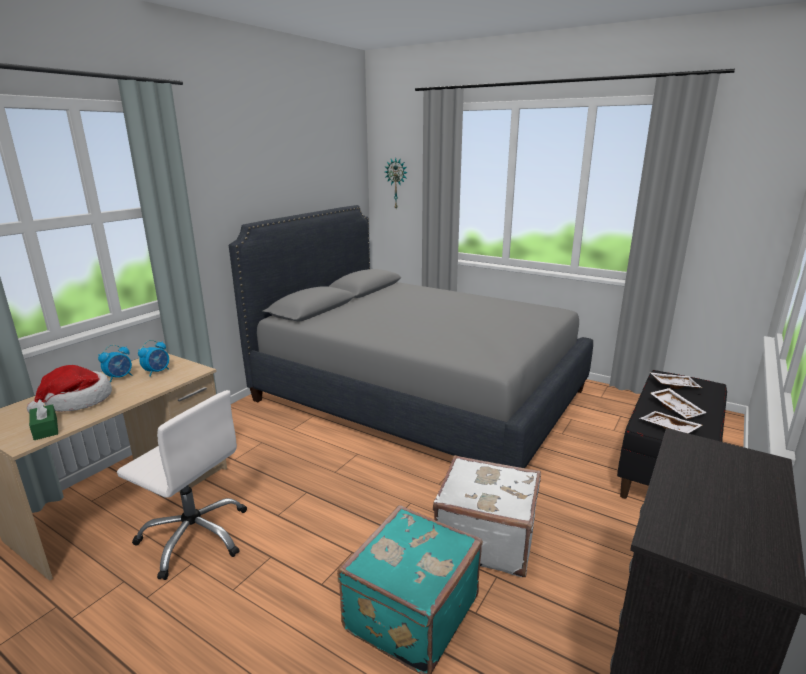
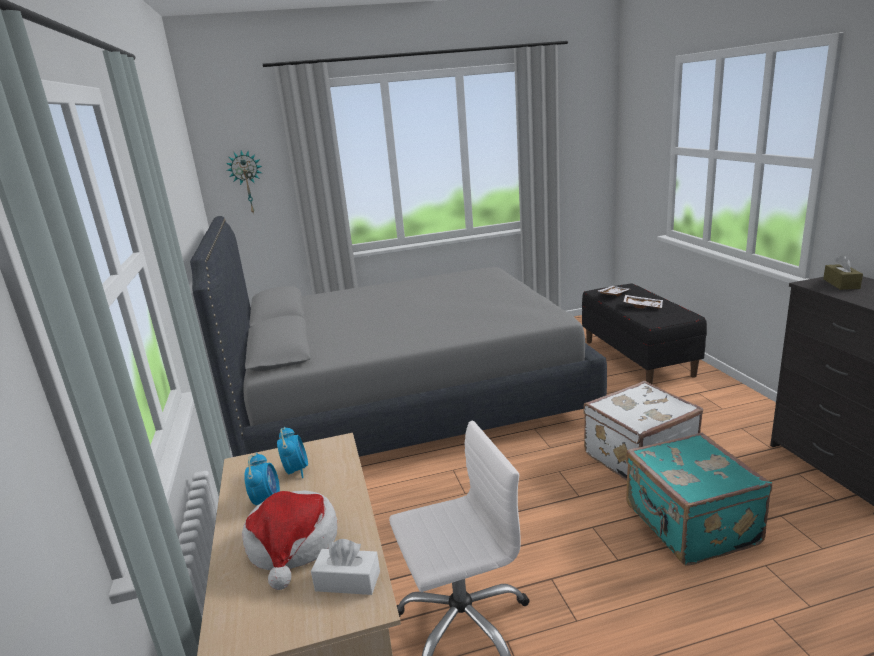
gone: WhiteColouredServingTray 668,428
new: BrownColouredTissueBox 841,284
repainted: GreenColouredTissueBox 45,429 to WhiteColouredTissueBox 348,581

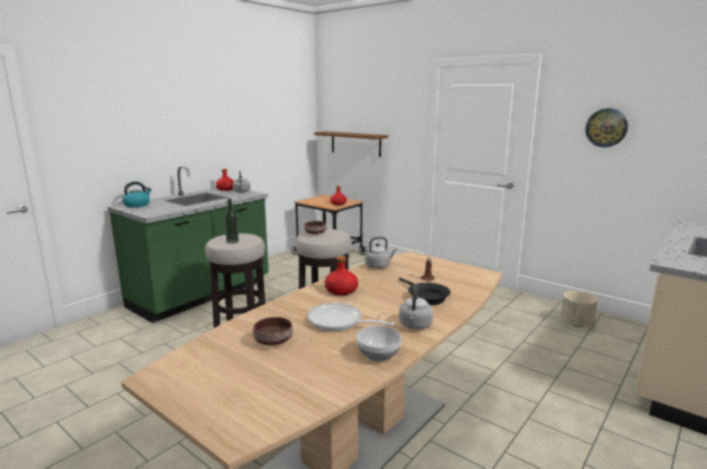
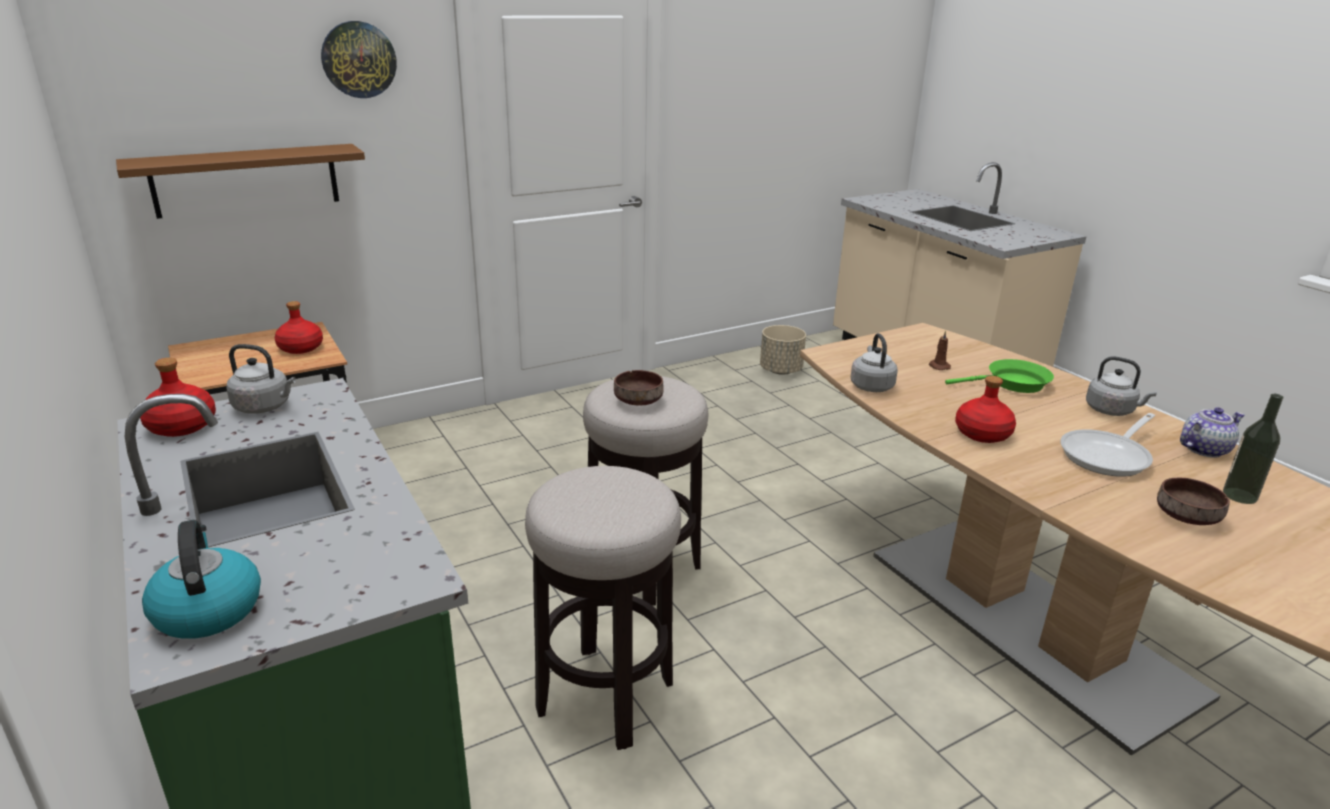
shifted: HangingClock 606,127 to 358,59; DrinkBottle 232,241 to 1239,496
swapped: DeepDish 378,354 to Teapot 1204,449
repainted: BlackFryingPan 425,297 to GreenColouredFryingPan 1012,384

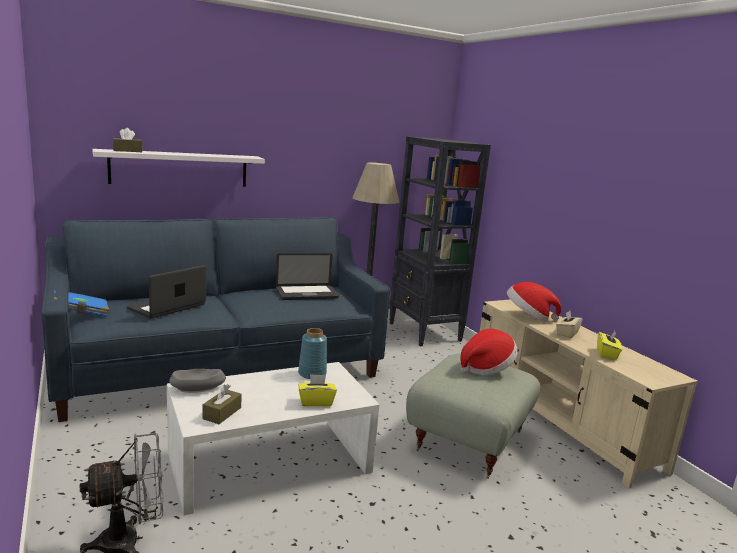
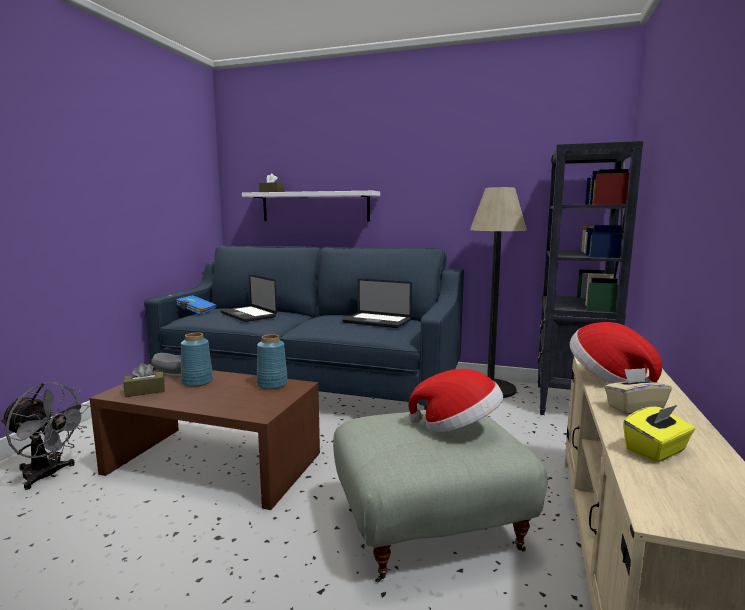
gone: YellowTissueBox 316,402
new: BlueColouredFlowerVase 198,382
repainted: WhiteColouredLoungeTable 269,461 to BrownColouredLoungeTable 214,463
rotated: PortableComputer 167,307 = 248,315 120 degrees counterclockwise

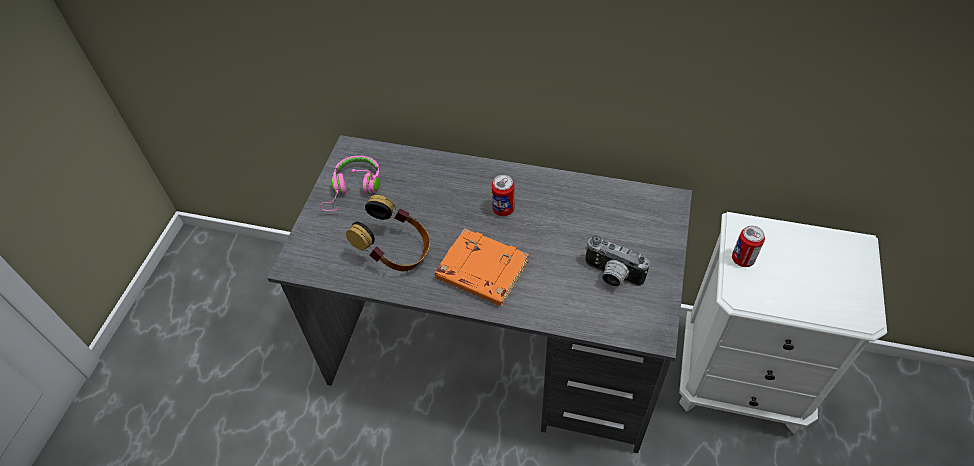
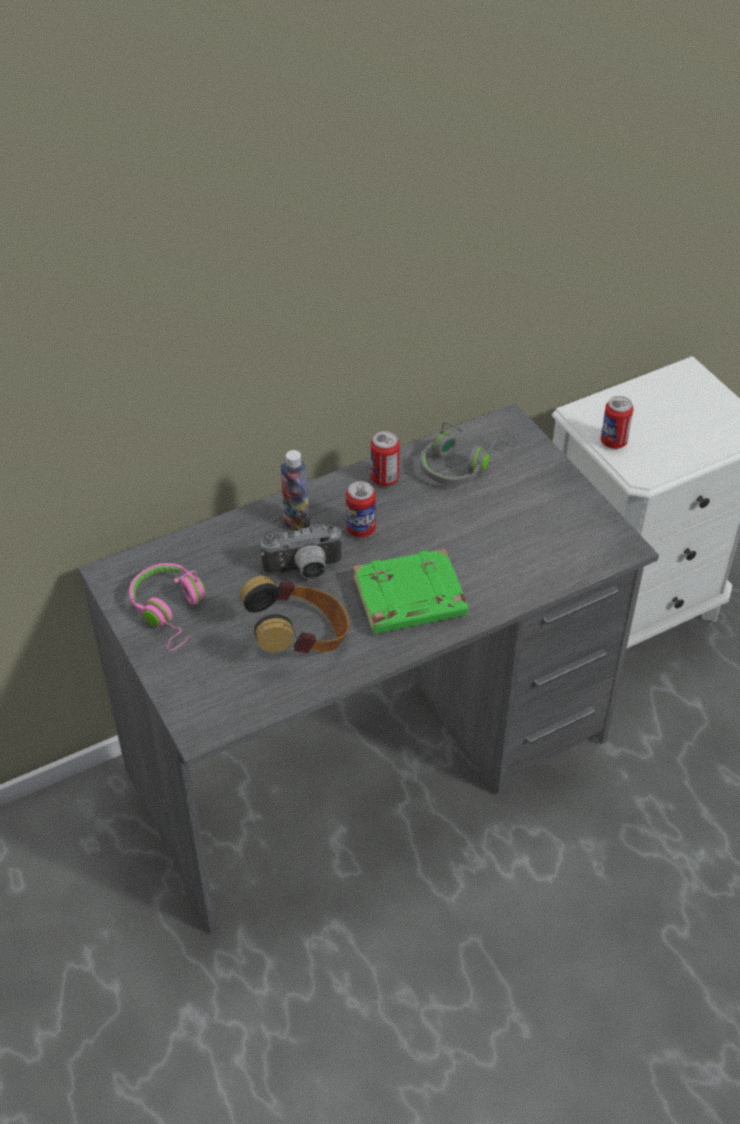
new: GreyishPairOfHeadphones 462,464; SealedCan 384,479; DrinkBottle 296,522
shifted: StillCamera 611,276 to 304,571
repainted: OrangeVolume 481,272 to GreenColouredVolume 409,600

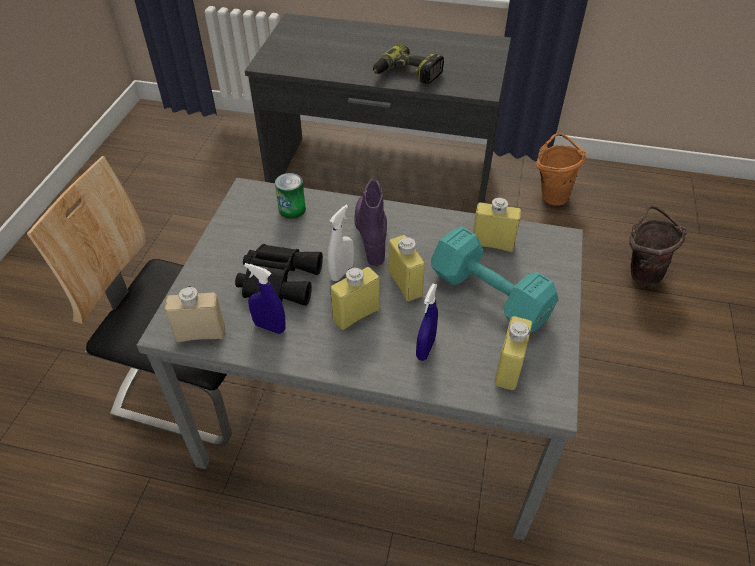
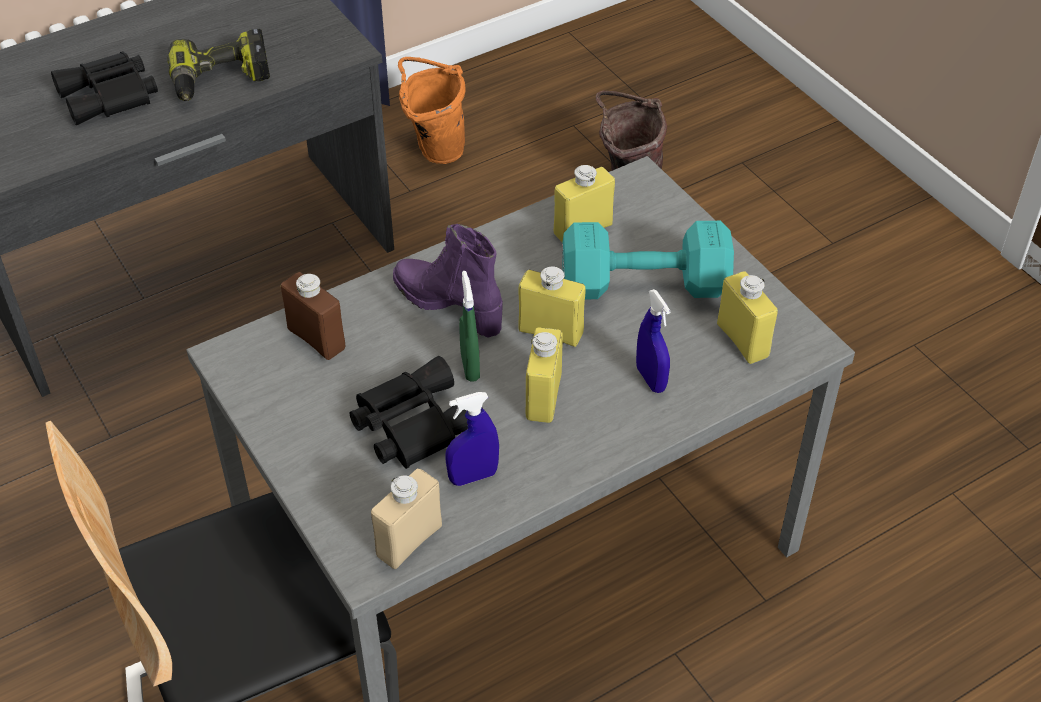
new: BlackBinoculars 110,97
swapped: SealedCan 292,209 to BrownColouredDrinkBottle 316,339
repainted: WhiteColouredSprayer 341,272 to GreenColouredSprayer 470,366

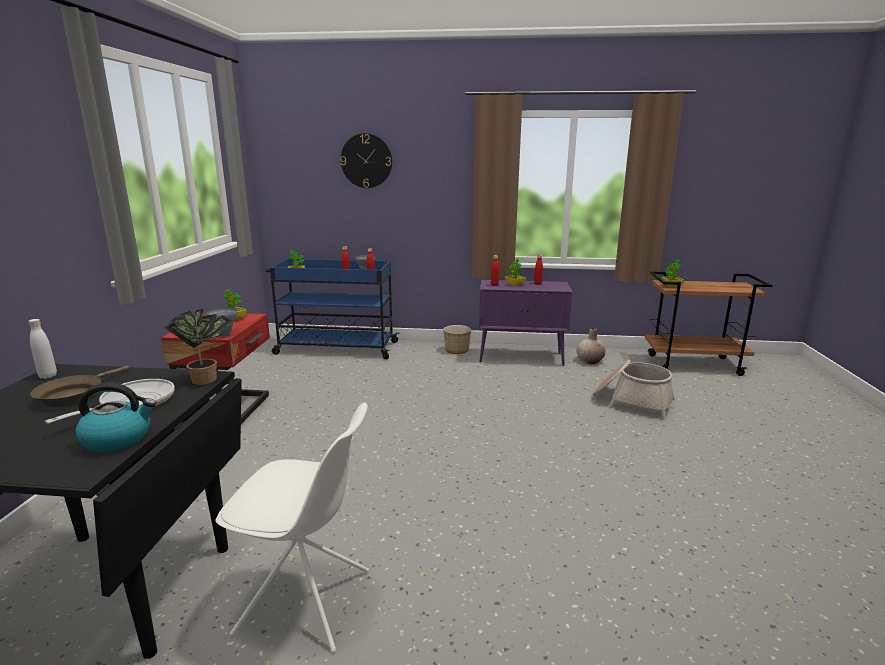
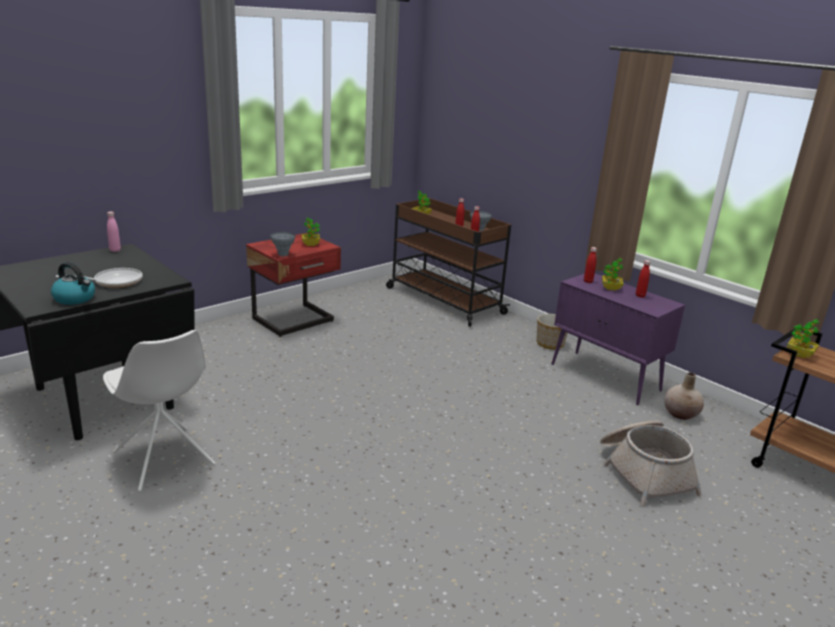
gone: HangingClock 366,161; Houseplant 207,378; BrownColouredFryingPan 74,395
repainted: BlueColouredTrolley 335,348 to BrownColouredTrolley 443,300; WhiteColouredDrinkBottle 48,376 to PinkDrinkBottle 115,250

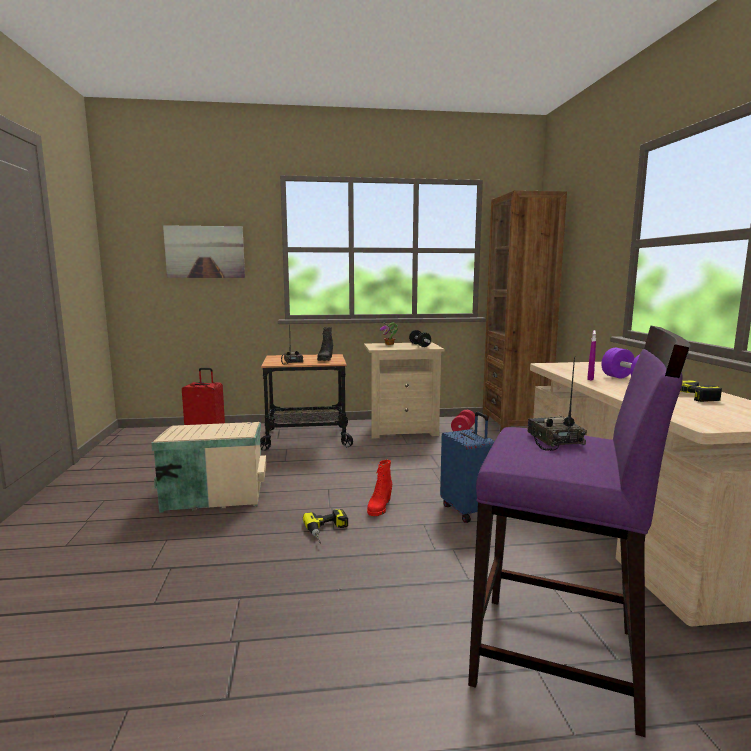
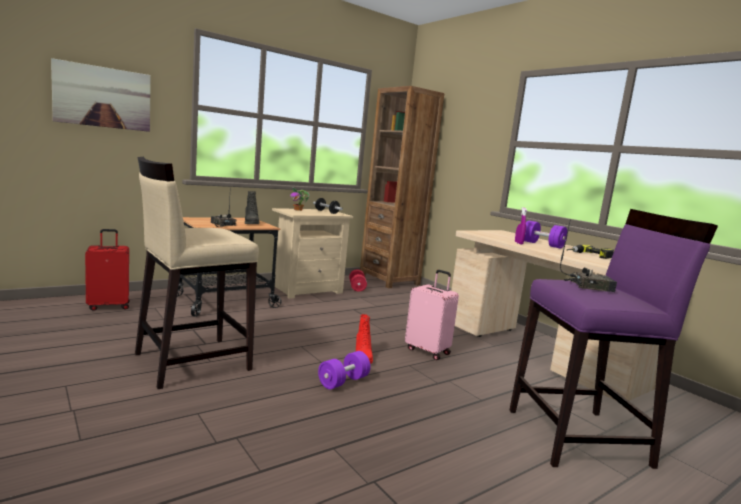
swapped: SandColouredStorageBox 213,492 to SandColouredSittingStool 191,361; PowerDrill 328,531 to PurpleColouredHandWeight 343,381
repainted: BlueColouredPieceOfLuggage 467,511 to PinkPieceOfLuggage 428,351
rotated: RadioSet 552,440 = 589,286 135 degrees clockwise

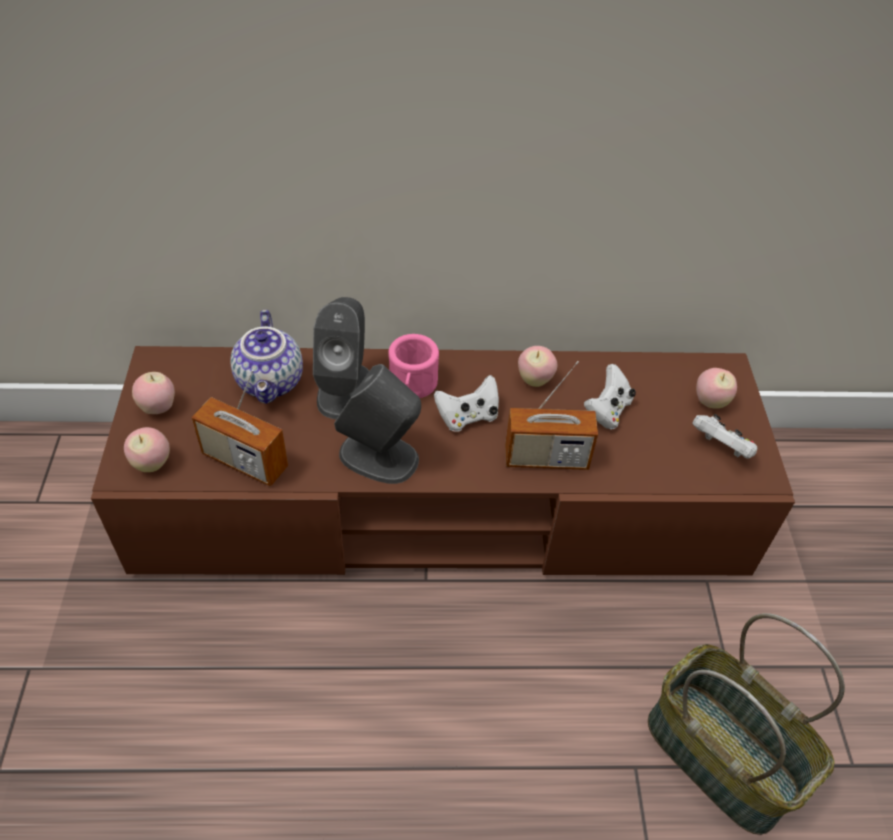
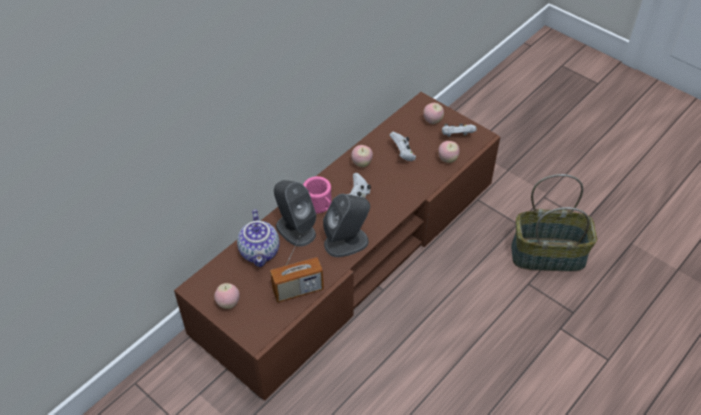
gone: RadioSet 546,458
shifted: WholeApple 152,463 to 447,159
rotated: Teapot 272,382 = 260,252 45 degrees clockwise

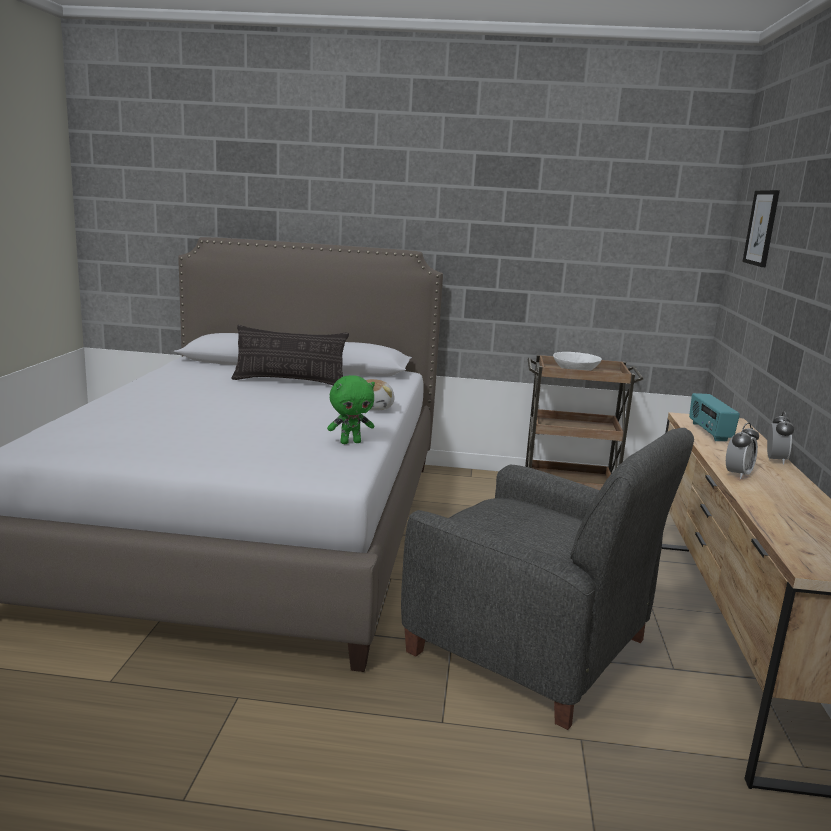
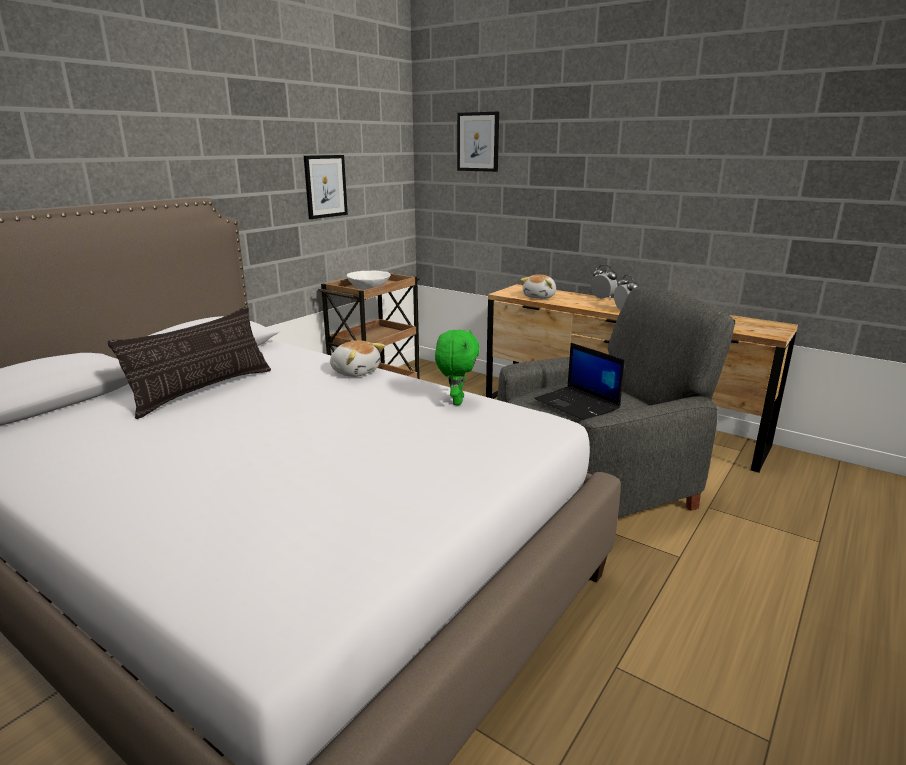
new: Picture 325,186; PortableComputer 578,404
swapped: RadioSet 709,432 to CuddlyToy 540,297

